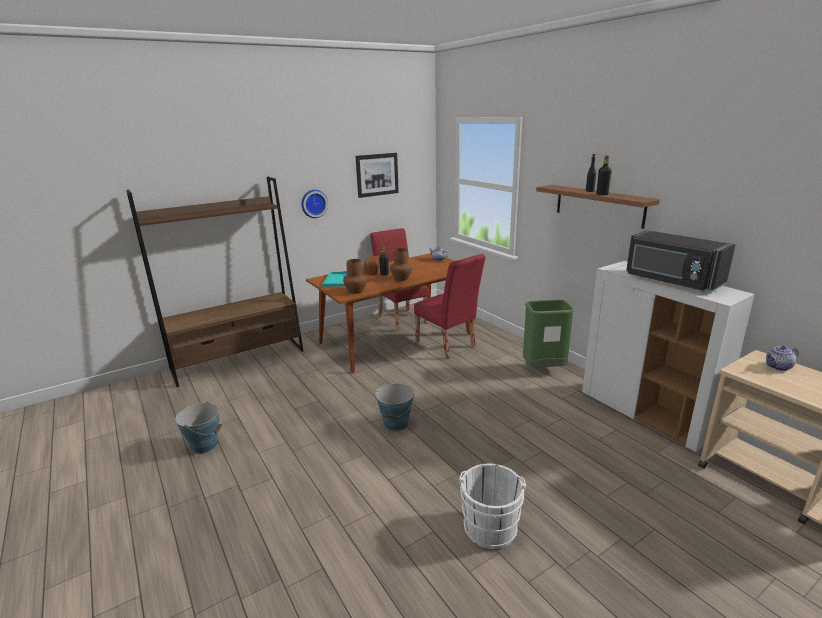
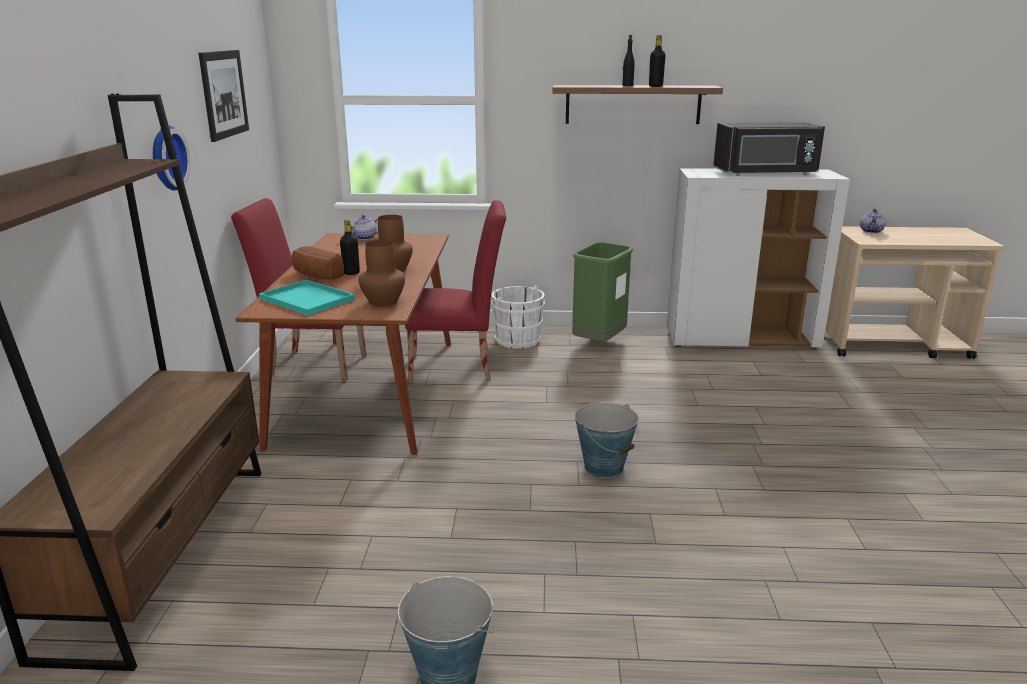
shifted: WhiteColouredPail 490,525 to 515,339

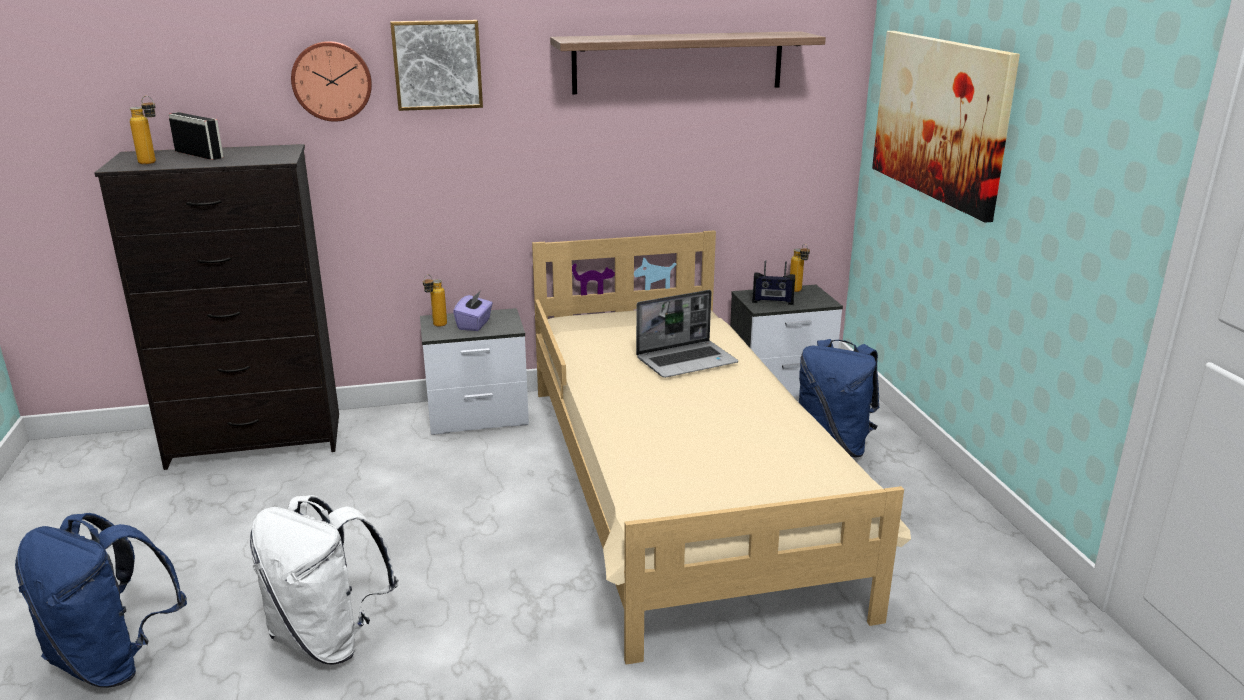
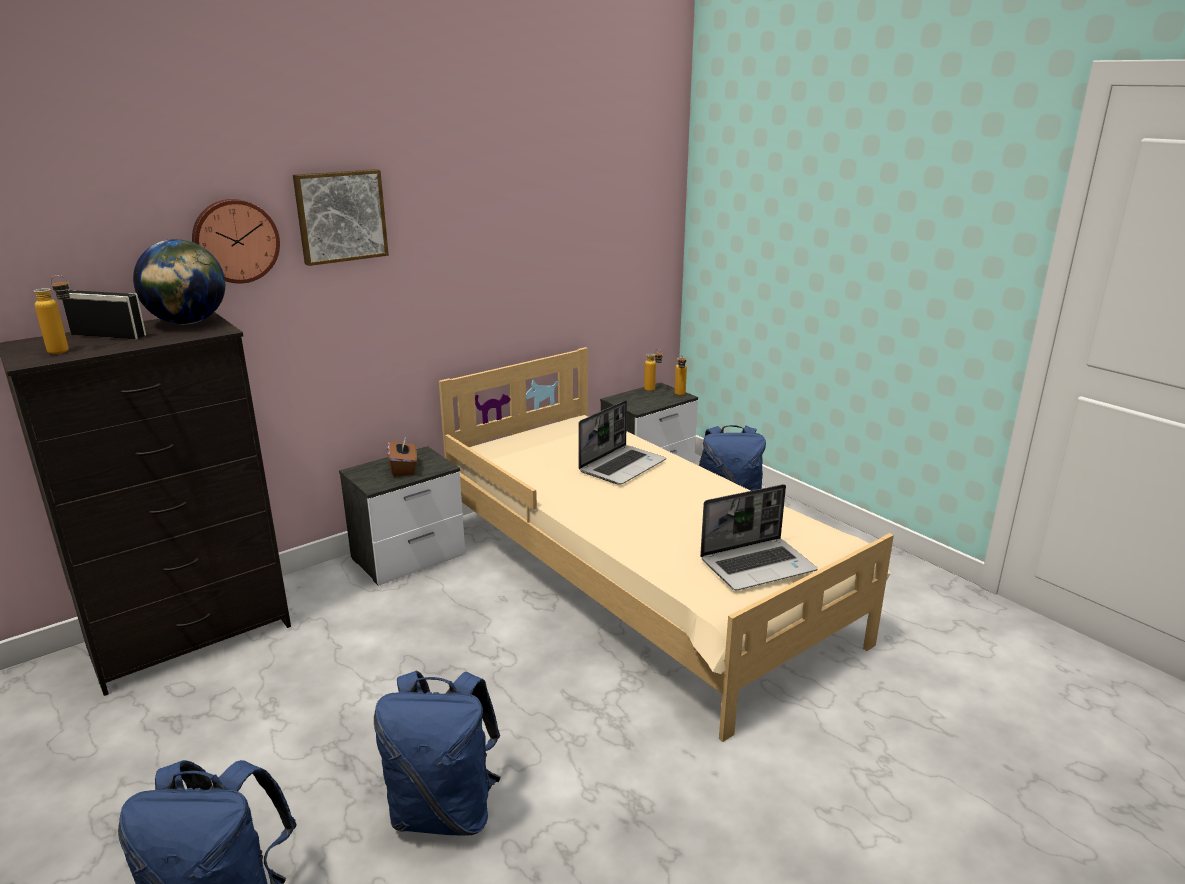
gone: Shelf 678,62; Picture 940,119; RadioSet 772,301
new: Globe 188,323; PortableComputer 758,565
shifted: DrinkBottle 436,326 to 680,395
repainted: PurpleColouredTissueBox 474,324 to BrownColouredTissueBox 403,469; WhiteColouredRucksack 329,639 to BlueColouredRucksack 445,811

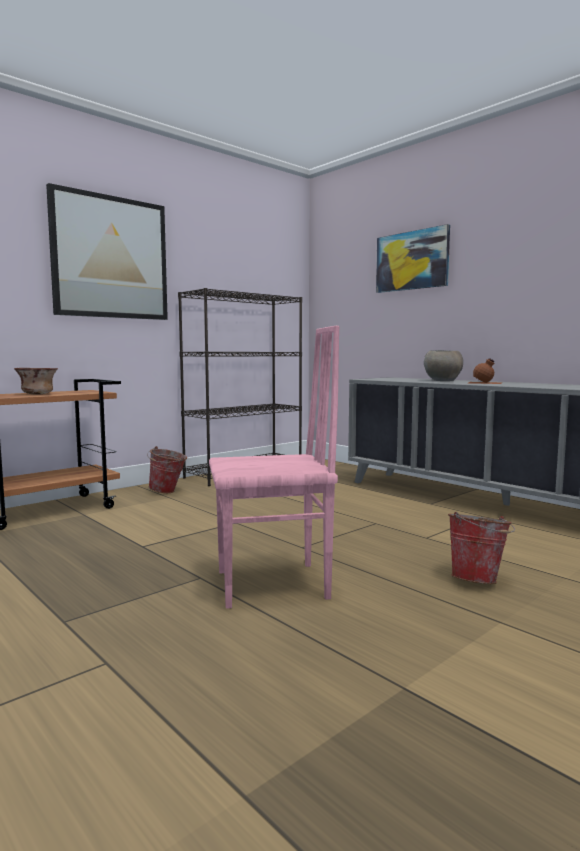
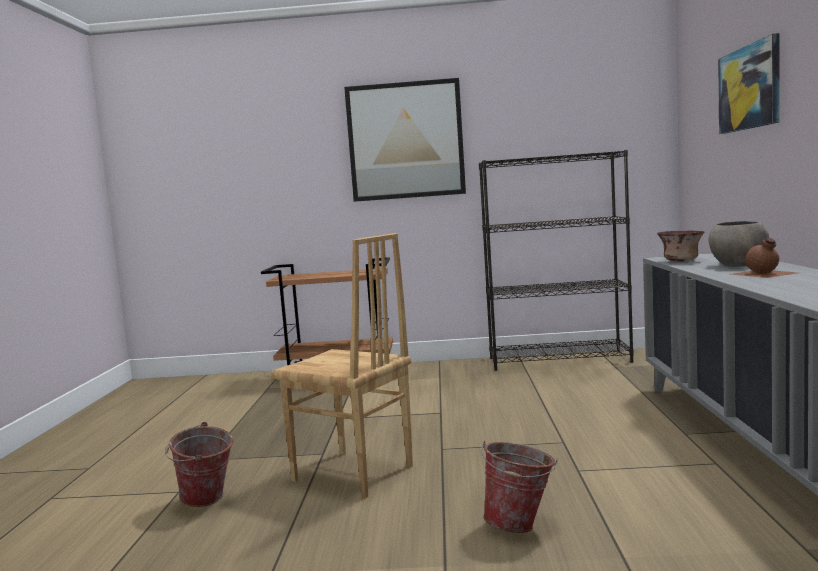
shifted: DeepDish 37,394 to 680,261; Pail 168,492 to 205,502
repainted: PinkChair 273,585 to BrownColouredChair 352,474

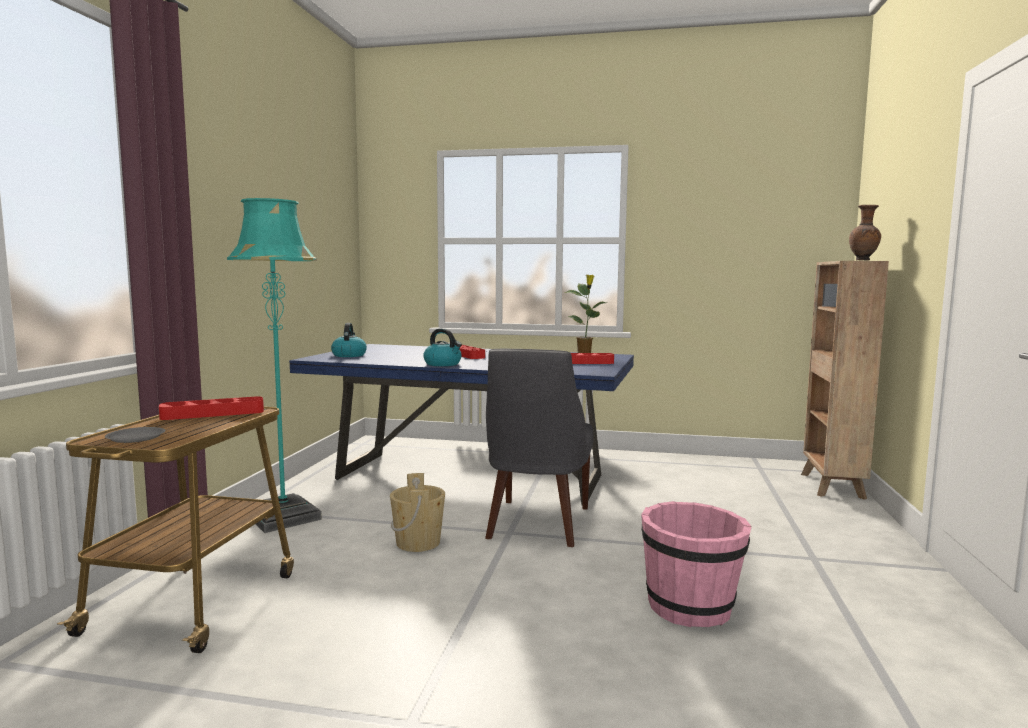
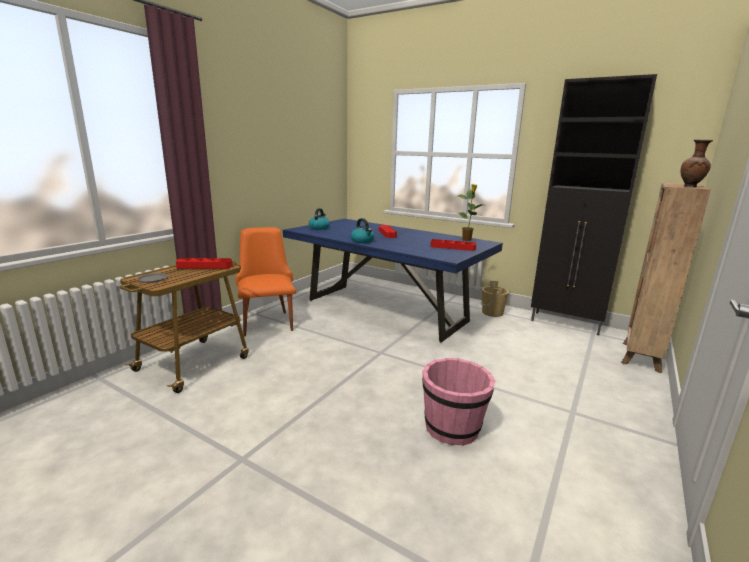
gone: GreyishChair 536,525
new: BlackCabinet 566,323
shifted: SandColouredPail 418,543 to 492,313
swapped: TurquoiseStandardLamp 284,517 to OrangeChair 267,321

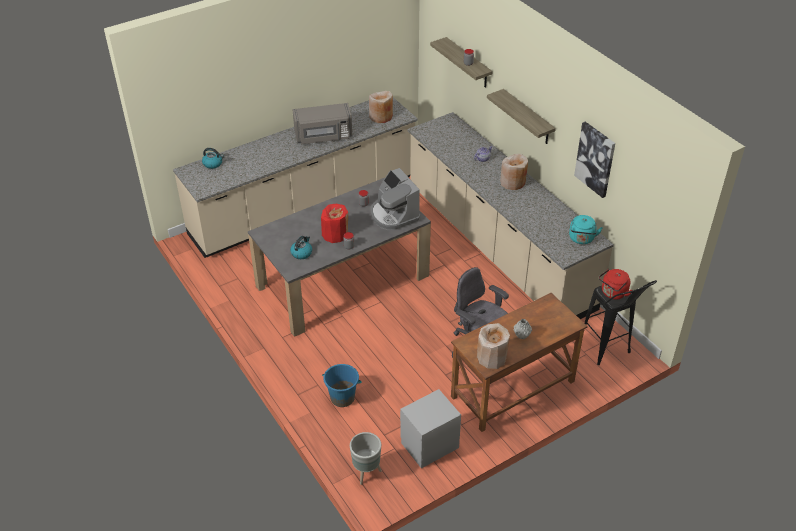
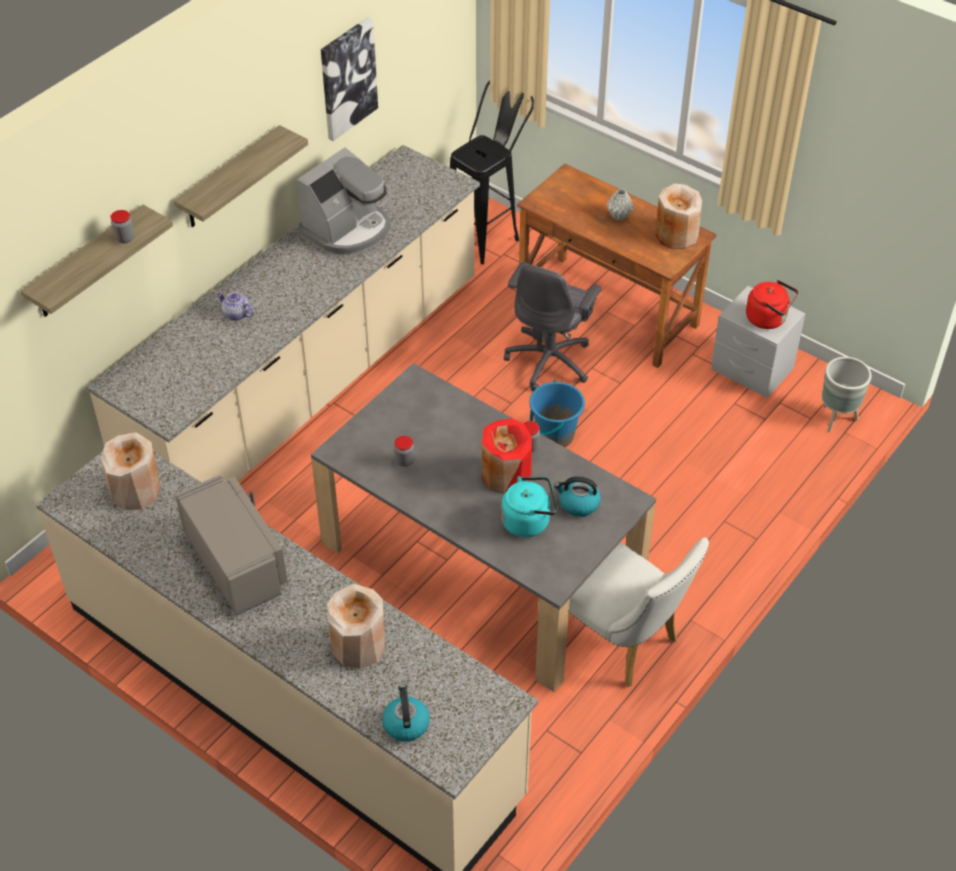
new: WhiteColouredChair 625,644
shifted: SandColouredFlowerVase 513,182 to 358,644; CoffeeMaker 393,215 to 347,229; TurquoiseTeaKettle 581,239 to 528,521; ReddishTeaKettle 613,293 to 768,319; BlueColouredPail 342,398 to 554,435

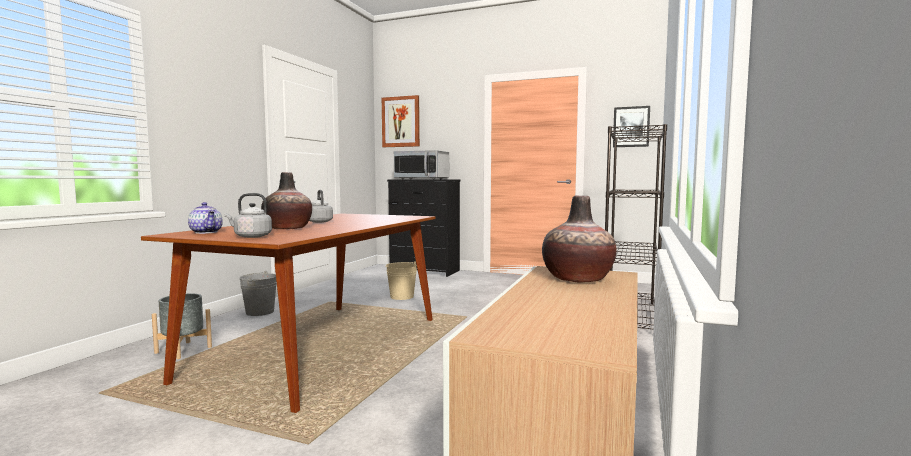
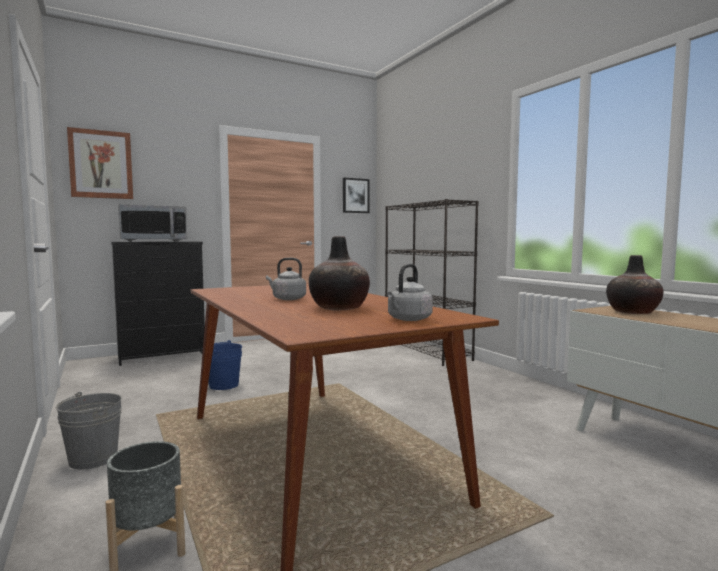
gone: Teapot 207,232
repainted: SandColouredPail 402,296 to BlueColouredPail 224,385

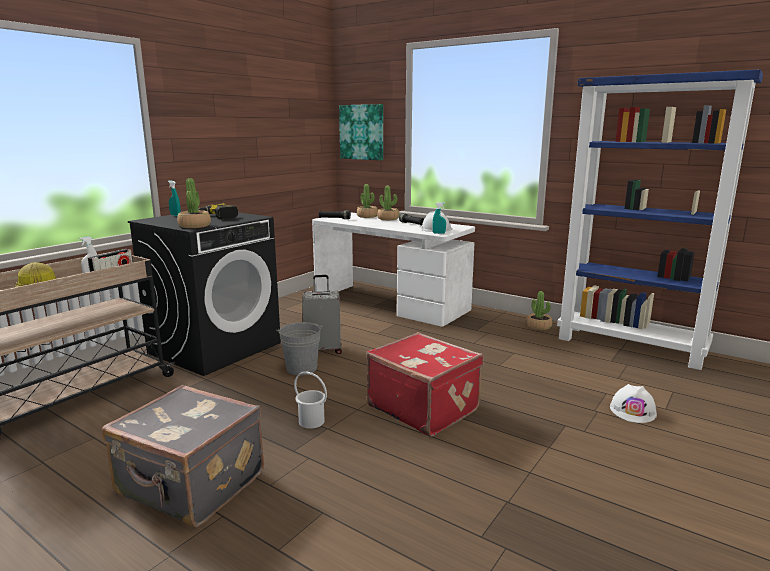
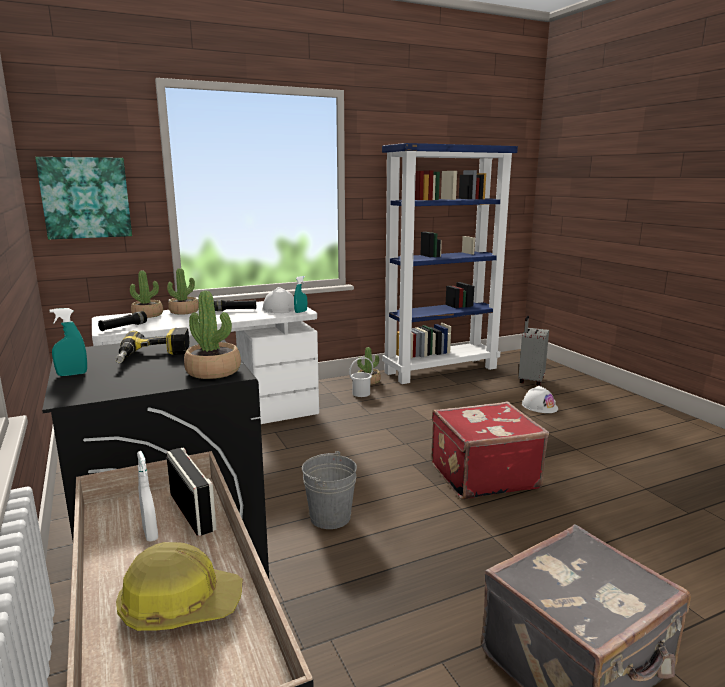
shifted: GreyishPieceOfLuggage 323,350 to 530,380; WhiteColouredPail 311,421 to 361,393

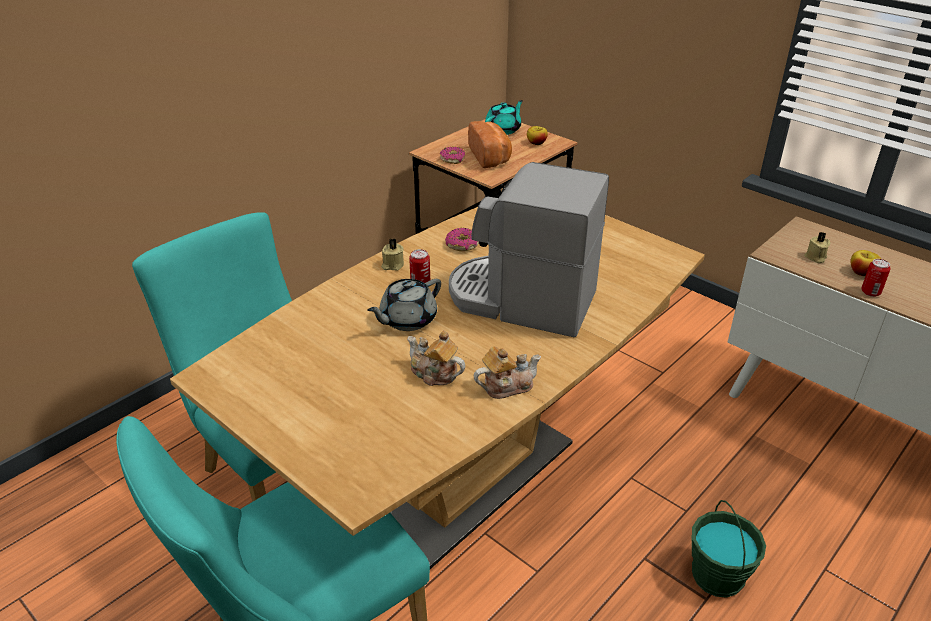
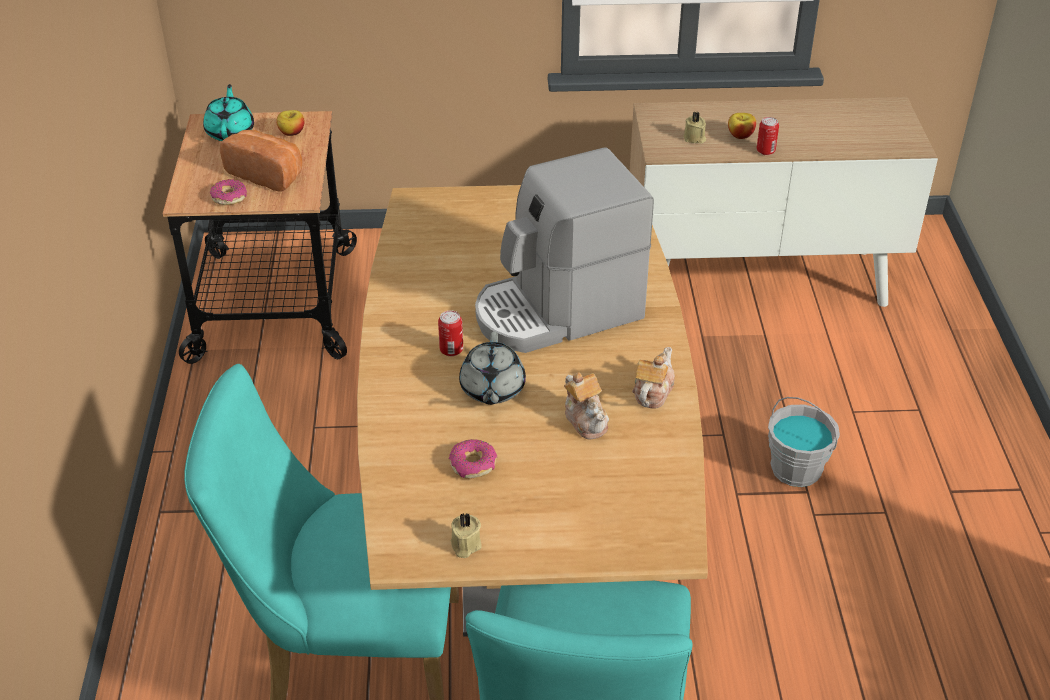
shifted: RingDoughnut 462,245 to 473,465; SandColouredWaxLight 392,265 to 465,545
repainted: GreenColouredPail 718,576 to GreyishPail 796,468
rotated: Teapot 434,374 = 586,420 105 degrees counterclockwise

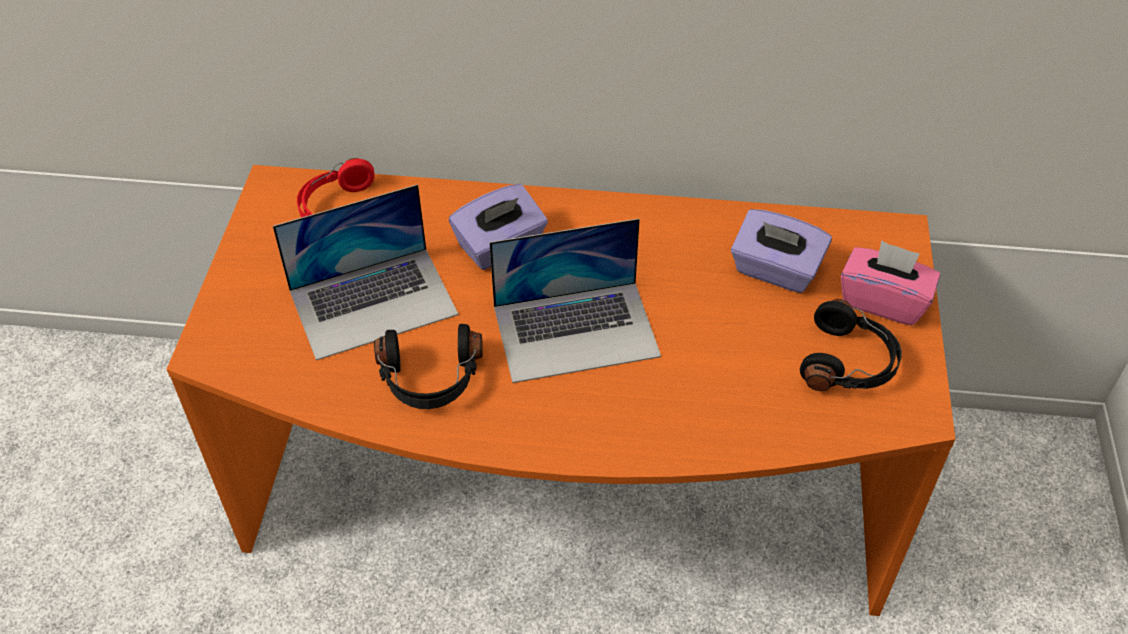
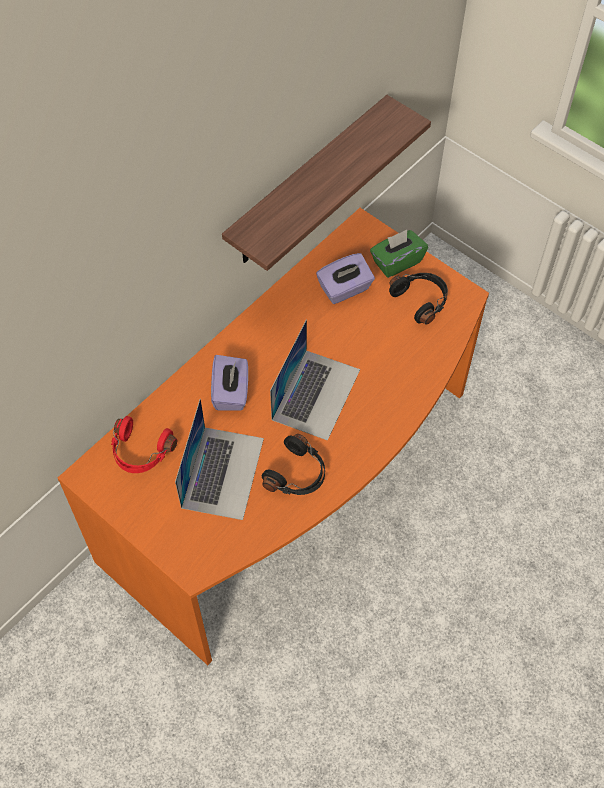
new: Shelf 307,183
repainted: PinkTissueBox 883,301 to GreenColouredTissueBox 397,262

